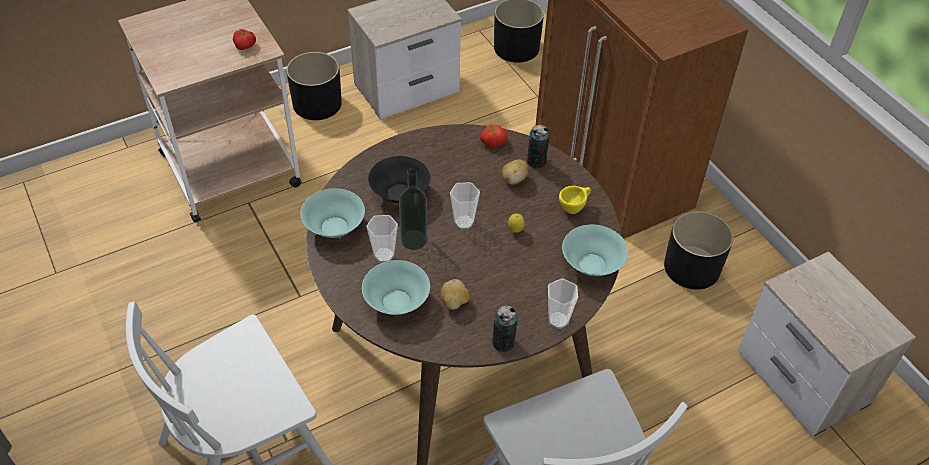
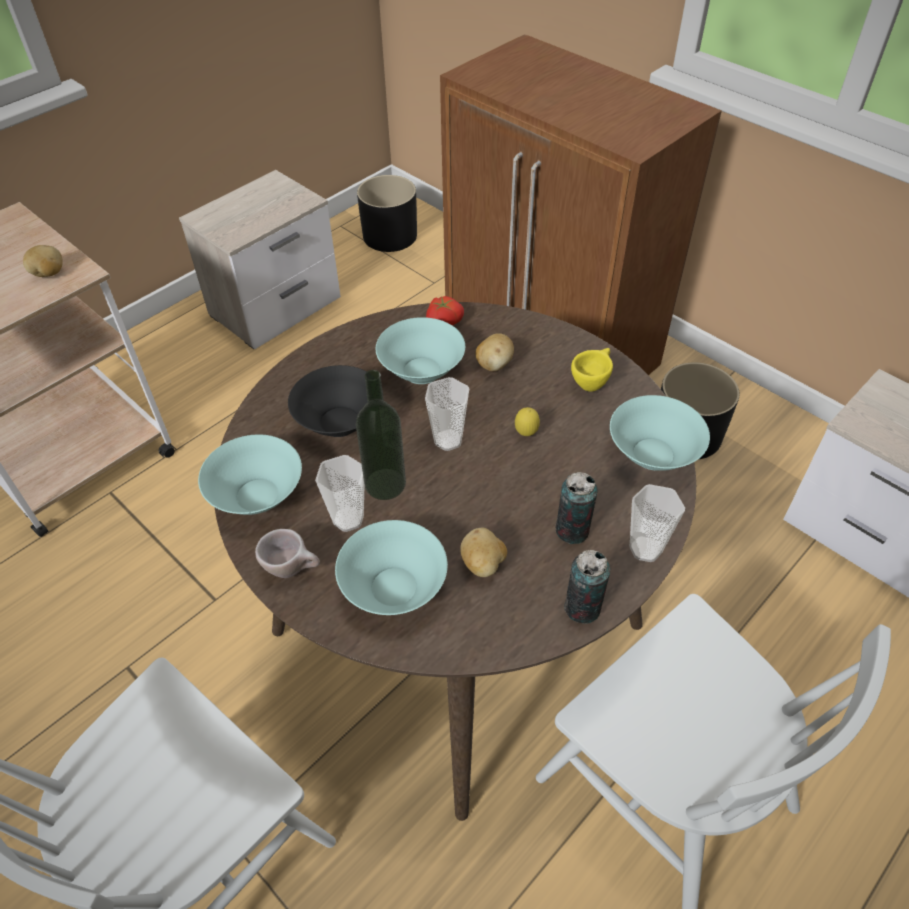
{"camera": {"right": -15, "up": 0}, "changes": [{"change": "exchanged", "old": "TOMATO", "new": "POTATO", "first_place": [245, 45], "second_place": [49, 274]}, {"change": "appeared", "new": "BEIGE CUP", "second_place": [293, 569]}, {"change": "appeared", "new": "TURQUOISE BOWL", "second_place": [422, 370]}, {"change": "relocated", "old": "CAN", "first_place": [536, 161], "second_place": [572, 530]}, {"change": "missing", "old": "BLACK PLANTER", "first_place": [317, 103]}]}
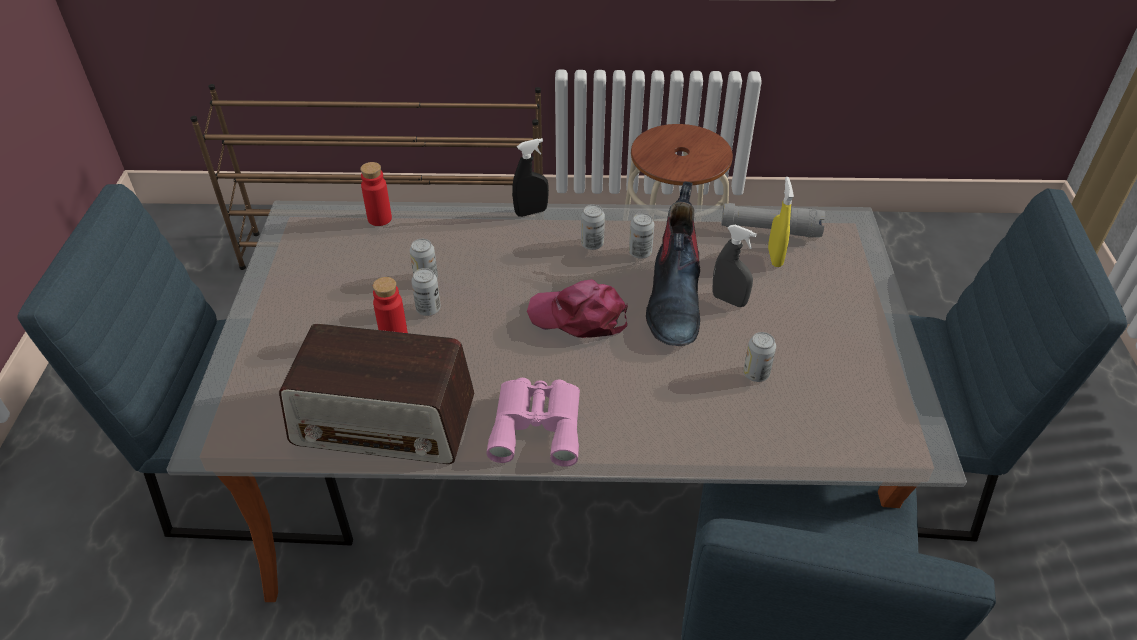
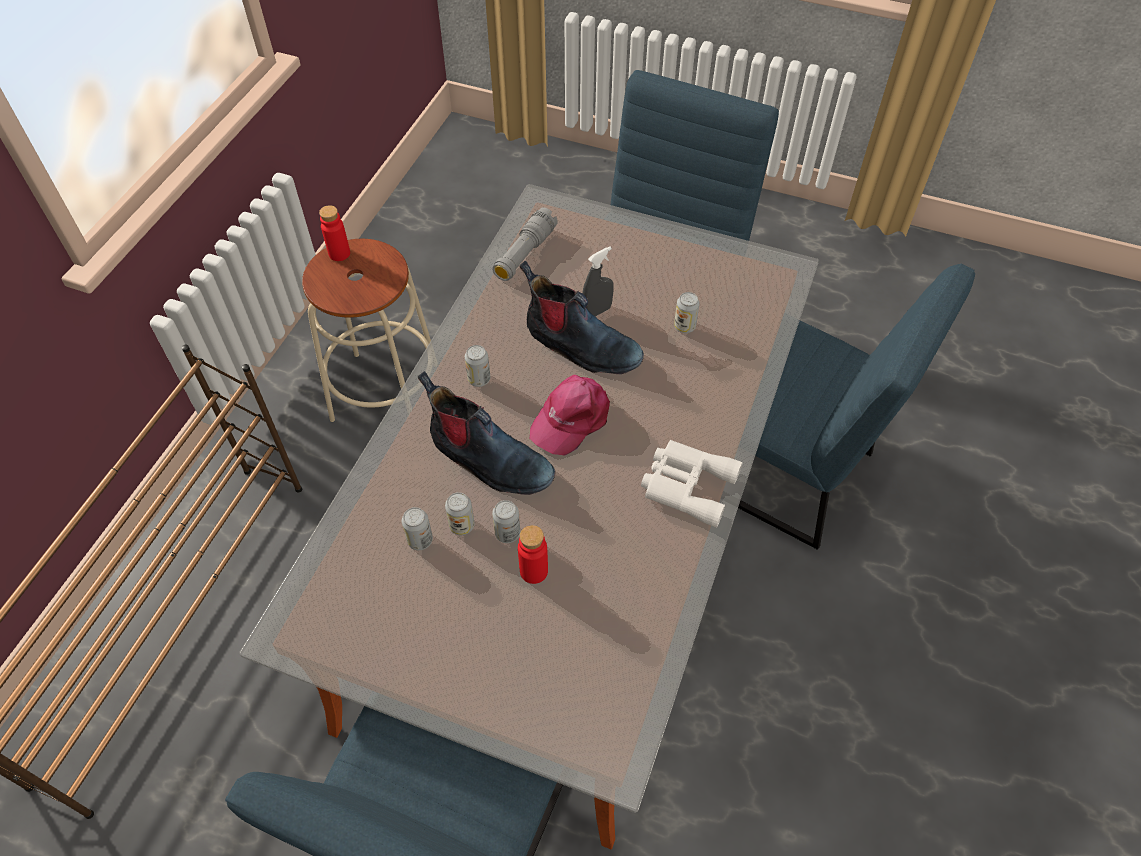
{"camera": {"right": -70, "up": 10}, "changes": [{"change": "relocated", "old": "RED BOTTLE", "first_place": [379, 218], "second_place": [339, 253]}, {"change": "relocated", "old": "CAN", "first_place": [640, 253], "second_place": [420, 540]}, {"change": "appeared", "new": "BOOT", "second_place": [488, 460]}, {"change": "colour", "old": "PINK BINOCULARS", "new": "WHITE BINOCULARS", "first_place": [537, 424], "second_place": [686, 484]}, {"change": "missing", "old": "RADIO", "first_place": [385, 421]}, {"change": "missing", "old": "BLACK SPRAY BOTTLE", "first_place": [531, 212]}, {"change": "missing", "old": "YELLOW SPRAY BOTTLE", "first_place": [775, 257]}]}
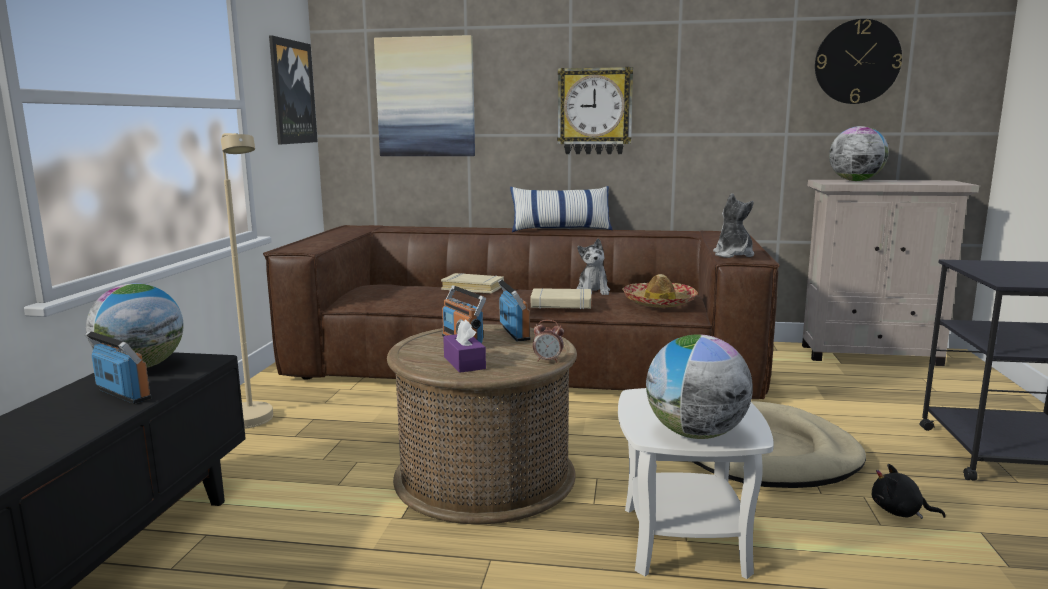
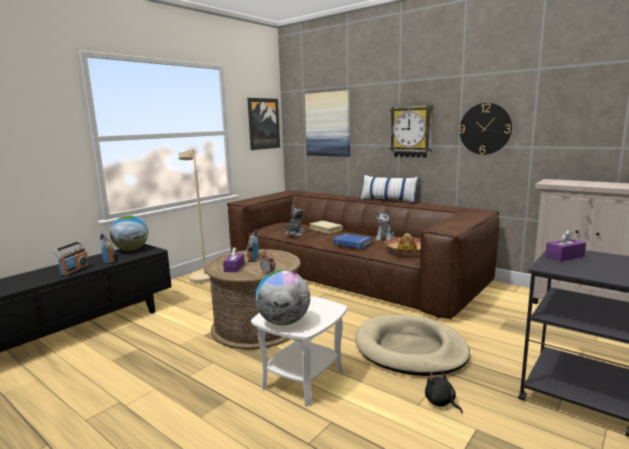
{"camera": {"right": 30, "up": 0}, "changes": [{"change": "relocated", "old": "RADIO", "first_place": [515, 333], "second_place": [74, 271]}, {"change": "relocated", "old": "PLUSH TOY", "first_place": [733, 255], "second_place": [294, 234]}, {"change": "colour", "old": "BEIGE BOOK", "new": "BLUE BOOK", "first_place": [561, 304], "second_place": [352, 244]}, {"change": "relocated", "old": "WALL CLOCK", "first_place": [857, 62], "second_place": [485, 129]}, {"change": "appeared", "new": "PURPLE TISSUE BOX", "second_place": [564, 256]}, {"change": "missing", "old": "GLOBE", "first_place": [855, 181]}]}
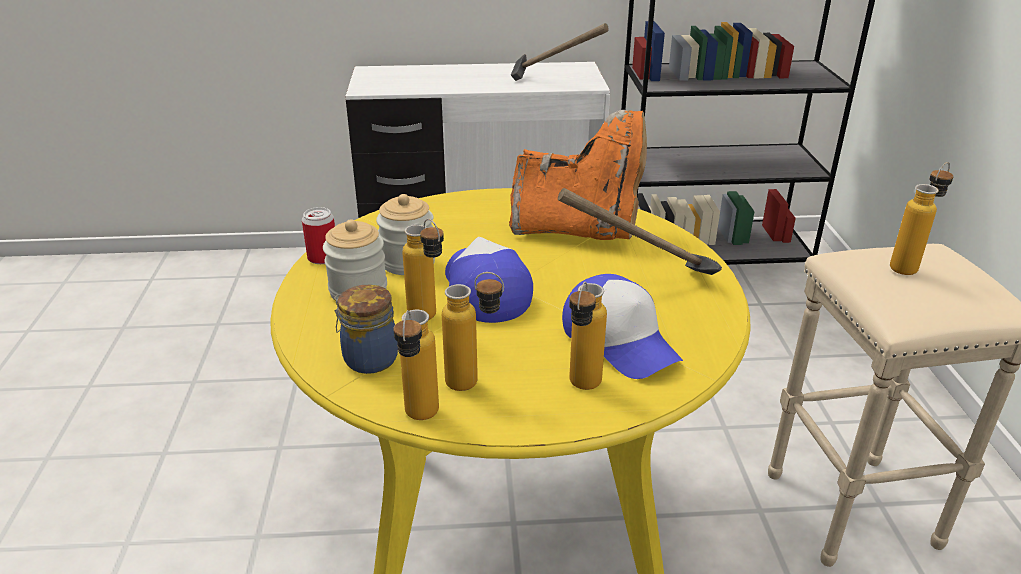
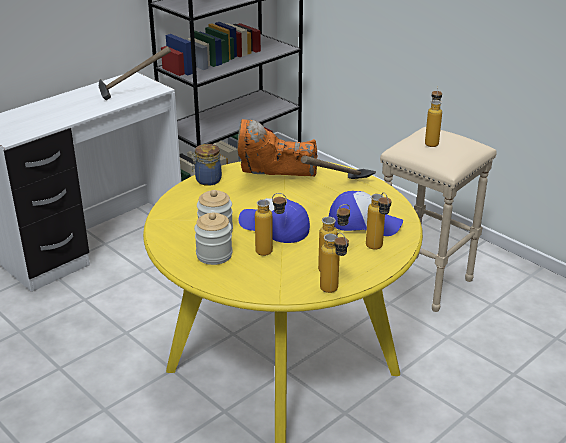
{"camera": {"right": -40, "up": 0}, "changes": [{"change": "relocated", "old": "JAR", "first_place": [368, 358], "second_place": [207, 180]}, {"change": "spun", "old": "ORANGE BOOT", "first_place": [580, 231], "second_place": [275, 180], "degrees": -150}, {"change": "missing", "old": "CAN", "first_place": [323, 258]}]}
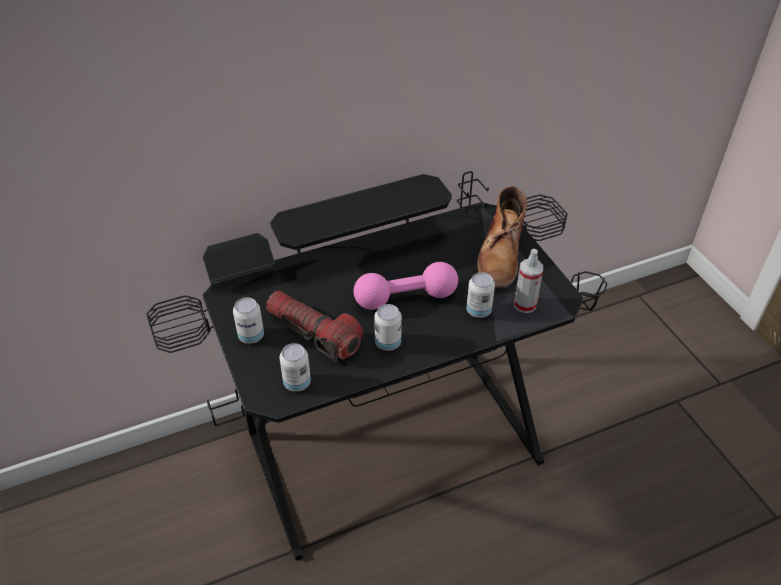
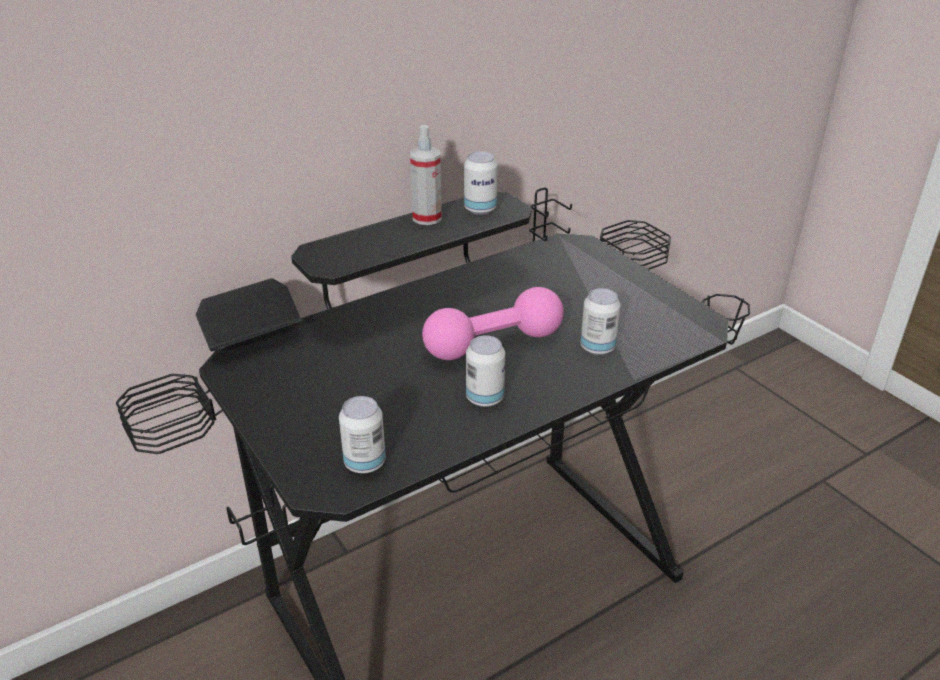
{"camera": {"right": -10, "up": -10}, "changes": [{"change": "relocated", "old": "SPRAY BOTTLE", "first_place": [525, 305], "second_place": [427, 218]}, {"change": "relocated", "old": "CAN", "first_place": [251, 336], "second_place": [480, 209]}, {"change": "missing", "old": "FLASHLIGHT", "first_place": [314, 333]}, {"change": "missing", "old": "BROWN BOOT", "first_place": [501, 254]}]}
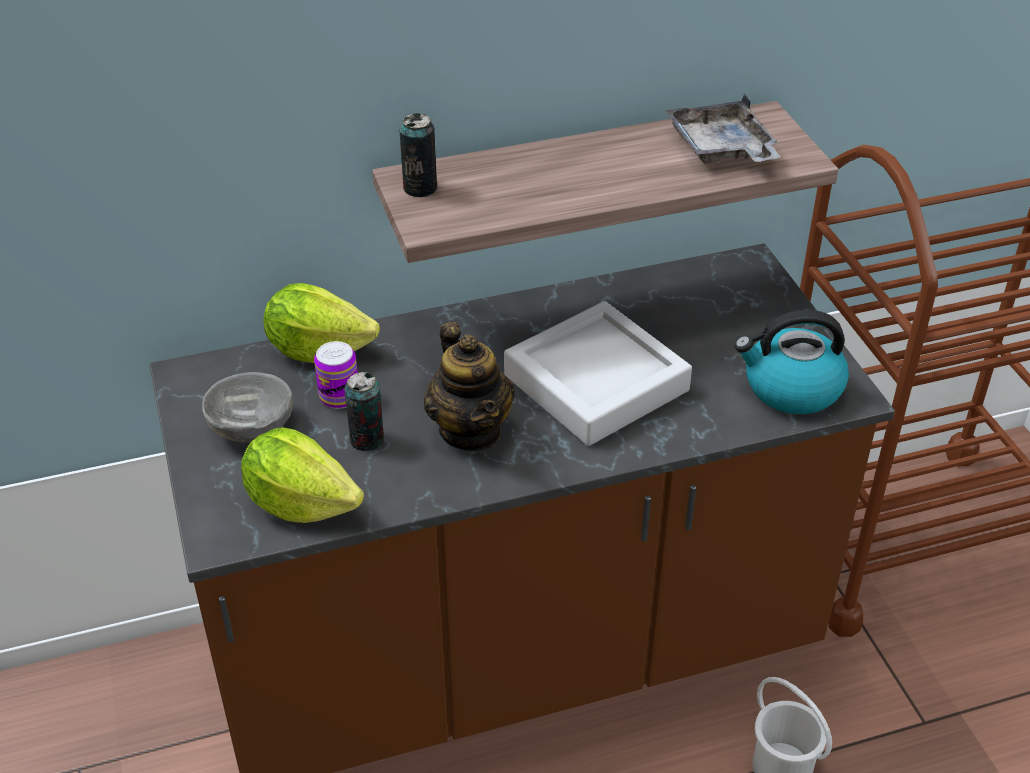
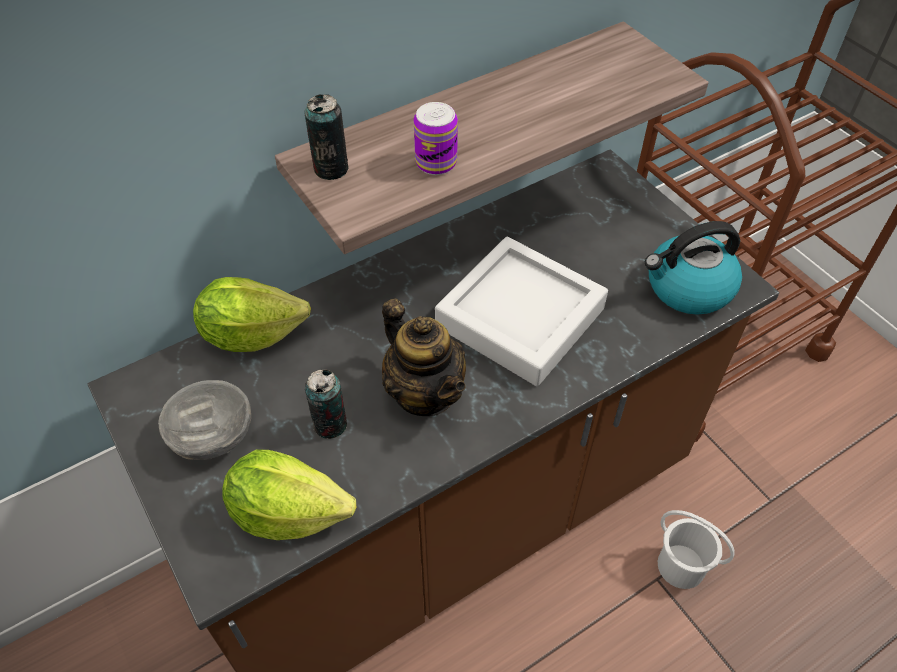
{"camera": {"right": -15, "up": 10}, "changes": [{"change": "relocated", "old": "CAN", "first_place": [339, 397], "second_place": [436, 163]}, {"change": "missing", "old": "GREY TRAY", "first_place": [721, 149]}]}
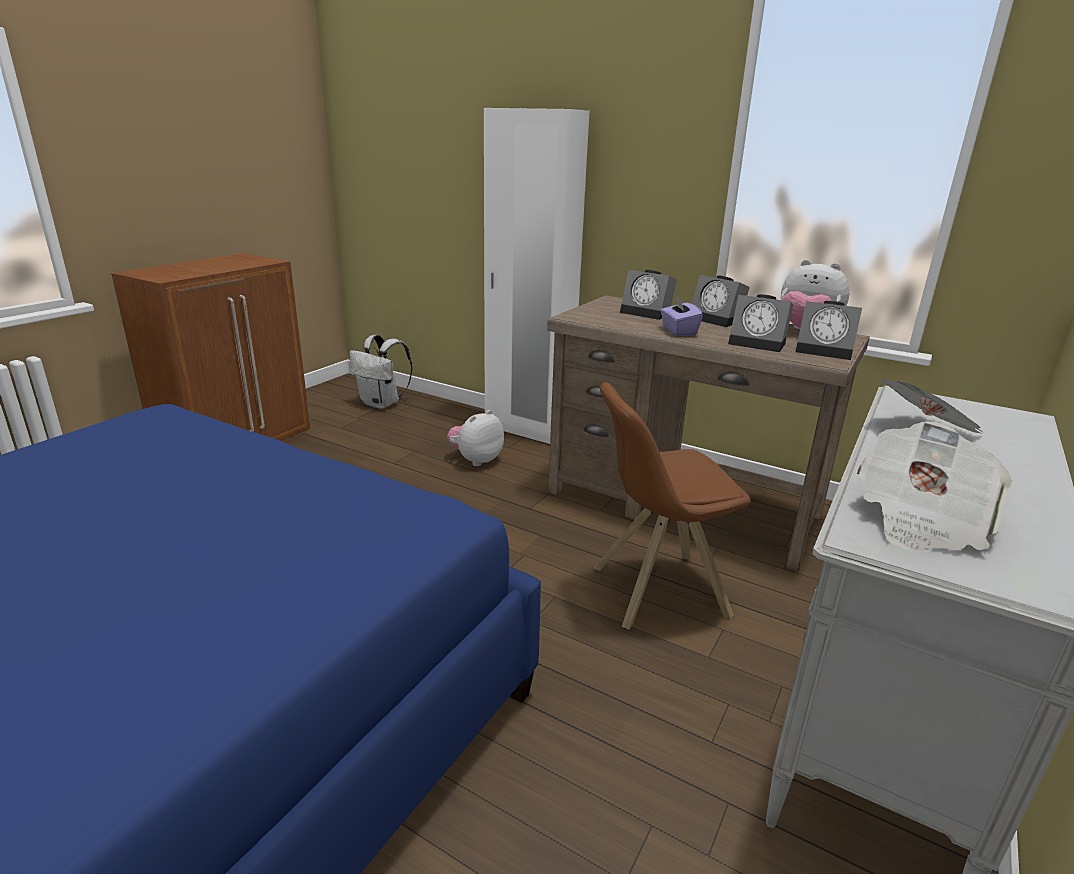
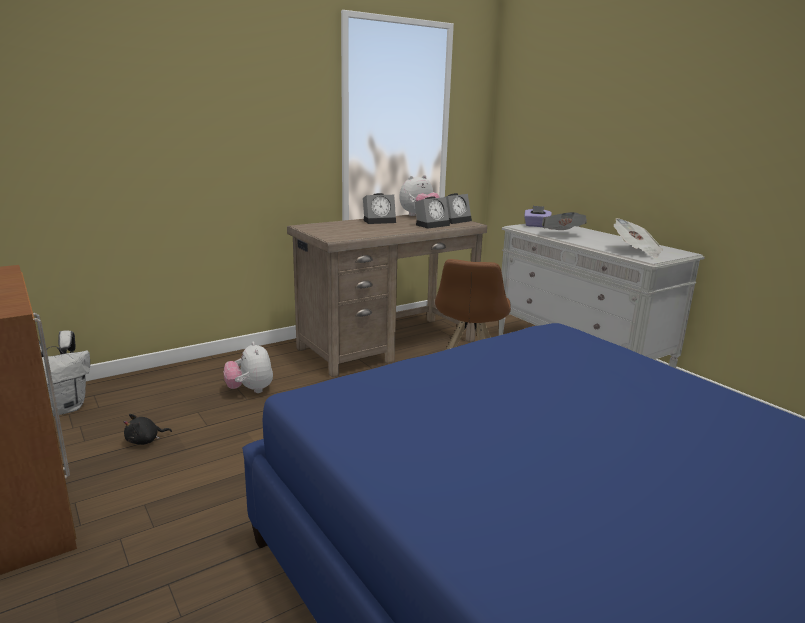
{"camera": {"right": -65, "up": -5}, "changes": [{"change": "appeared", "new": "BLACK PLUSH TOY", "second_place": [145, 441]}, {"change": "relocated", "old": "PURPLE TISSUE BOX", "first_place": [678, 331], "second_place": [536, 225]}, {"change": "missing", "old": "WHITE WARDROBE", "first_place": [527, 430]}, {"change": "missing", "old": "ALARM CLOCK", "first_place": [648, 313]}]}
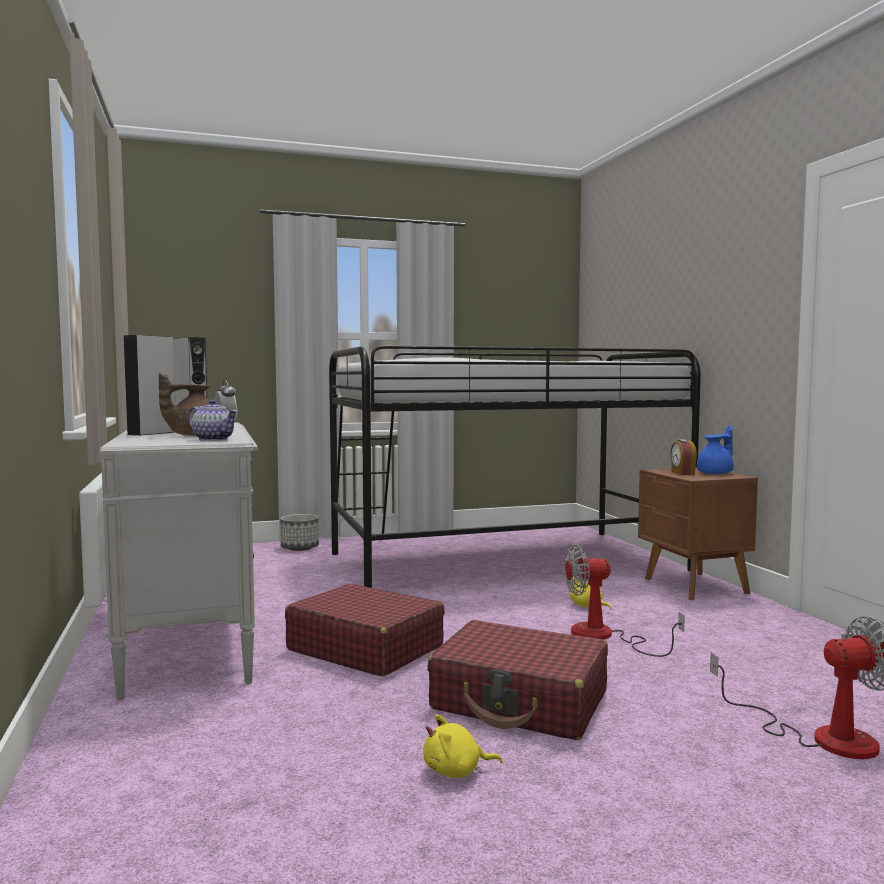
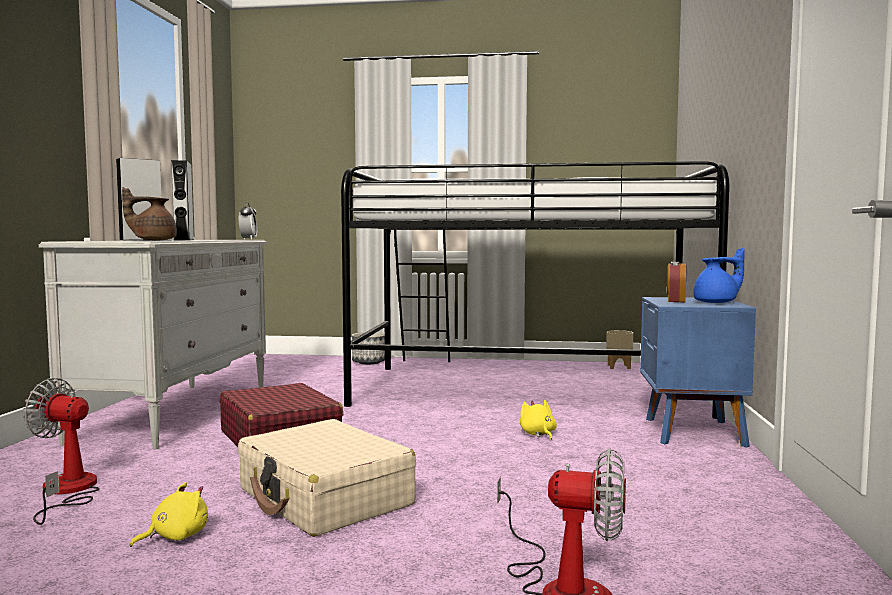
{"camera": {"right": 25, "up": 0}, "changes": [{"change": "relocated", "old": "FAN", "first_place": [605, 637], "second_place": [67, 492]}, {"change": "spun", "old": "YELLOW PLUSH TOY", "first_place": [456, 771], "second_place": [175, 537], "degrees": 120}, {"change": "colour", "old": "RED SUITCASE", "new": "BEIGE SUITCASE", "first_place": [520, 701], "second_place": [325, 498]}, {"change": "appeared", "new": "BEIGE PLANTER", "second_place": [618, 367]}, {"change": "colour", "old": "BROWN NIGHTSTAND", "new": "BLUE NIGHTSTAND", "first_place": [695, 586], "second_place": [692, 432]}, {"change": "missing", "old": "TEAPOT", "first_place": [214, 439]}]}
